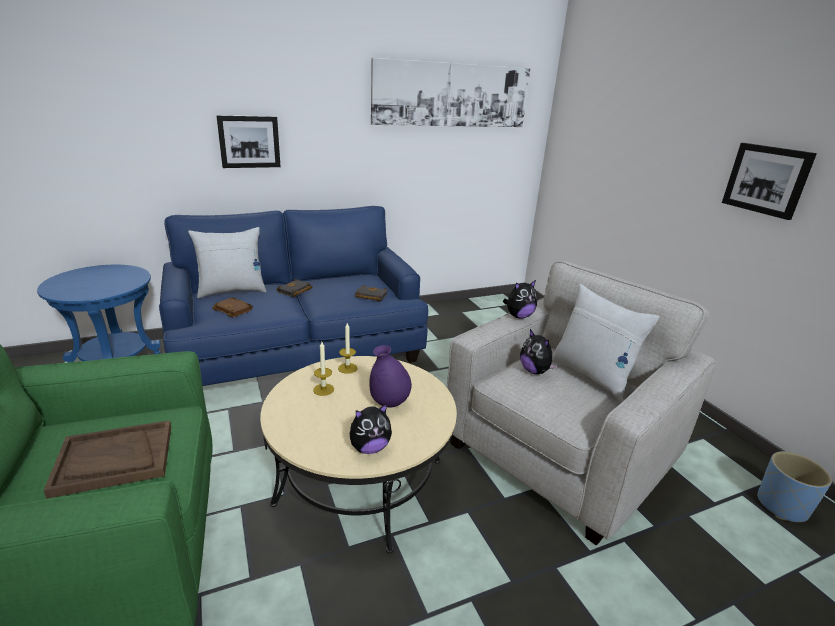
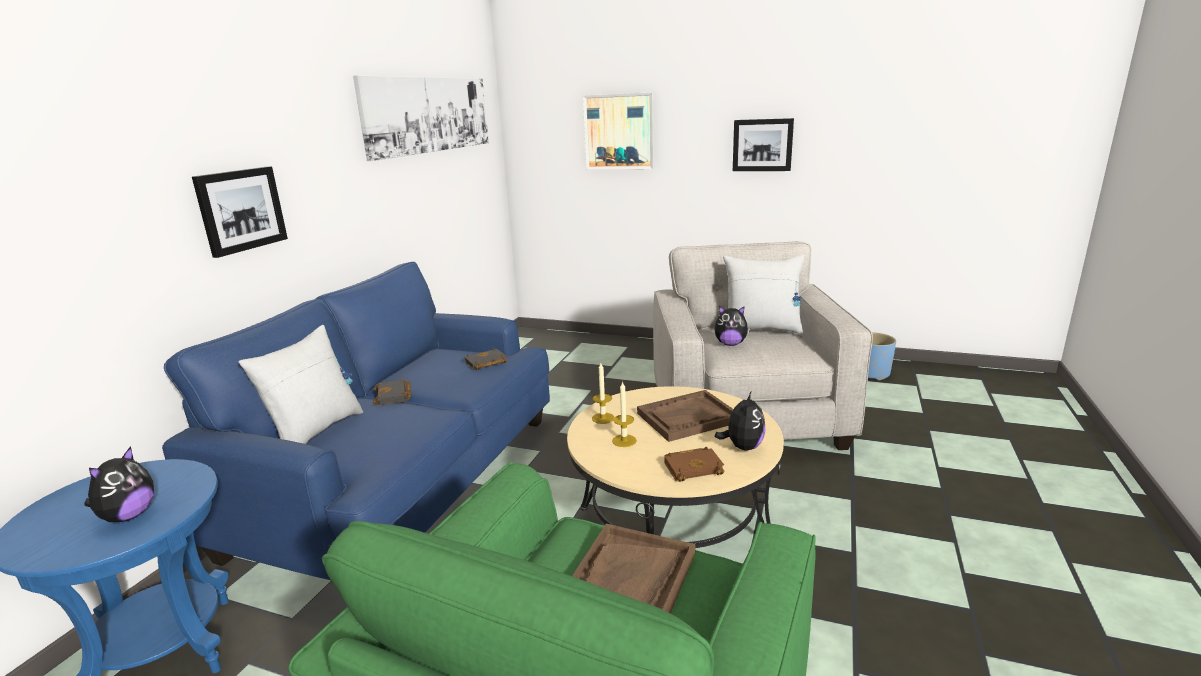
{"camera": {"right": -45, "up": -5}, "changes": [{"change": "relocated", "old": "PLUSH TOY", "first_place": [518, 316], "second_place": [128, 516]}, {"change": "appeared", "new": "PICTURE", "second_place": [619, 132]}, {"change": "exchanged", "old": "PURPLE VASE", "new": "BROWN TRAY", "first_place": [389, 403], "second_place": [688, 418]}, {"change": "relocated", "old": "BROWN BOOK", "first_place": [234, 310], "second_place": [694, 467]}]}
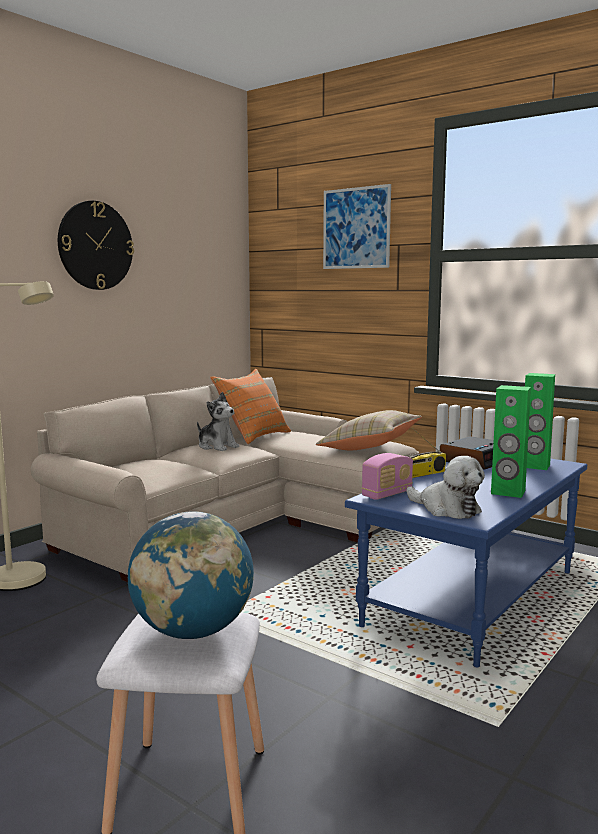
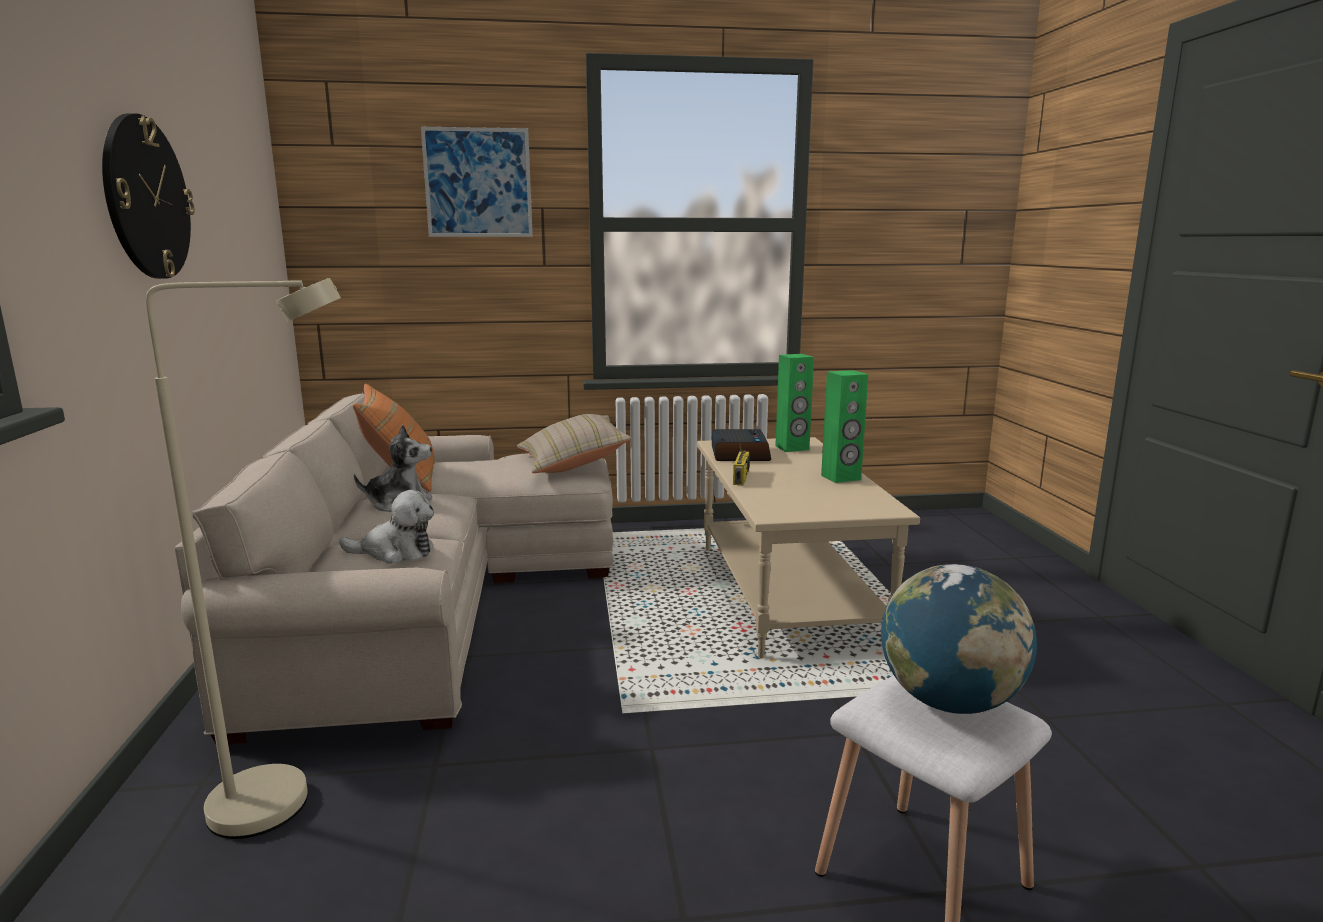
{"camera": {"right": -45, "up": 5}, "changes": [{"change": "relocated", "old": "PLUSH TOY", "first_place": [446, 509], "second_place": [395, 552]}, {"change": "colour", "old": "BLUE COFFEE TABLE", "new": "BEIGE COFFEE TABLE", "first_place": [471, 597], "second_place": [783, 593]}, {"change": "missing", "old": "RADIO", "first_place": [387, 494]}]}
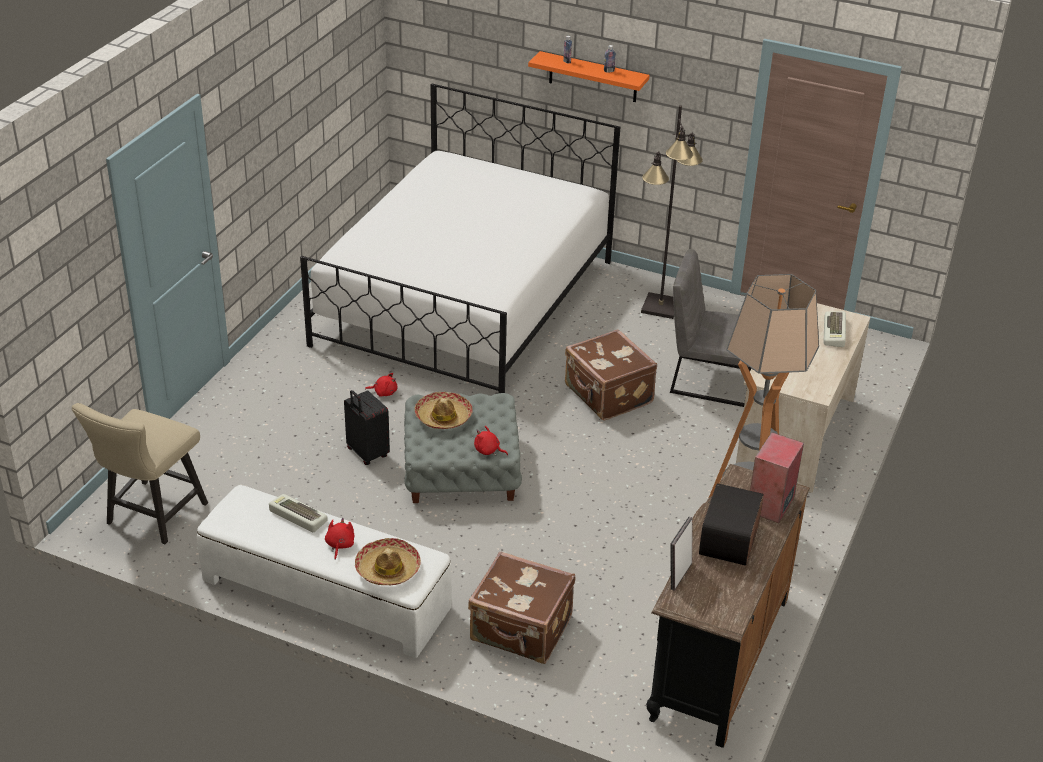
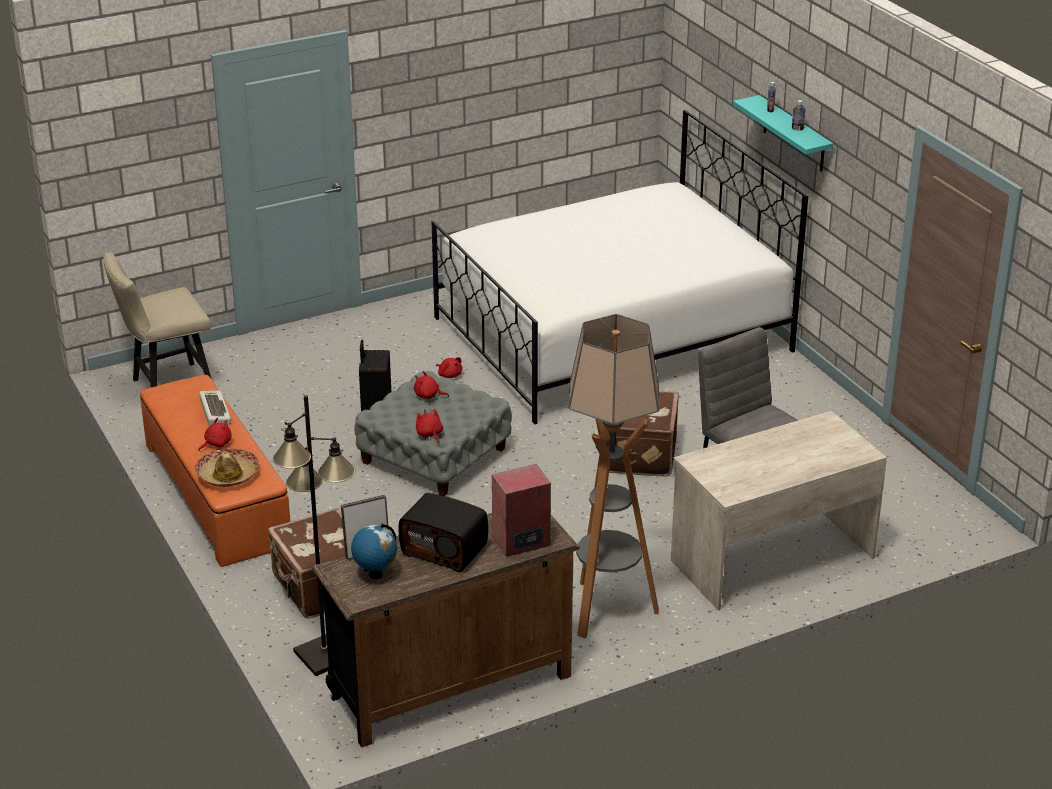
{"camera": {"right": 40, "up": -5}, "changes": [{"change": "colour", "old": "WHITE BENCH", "new": "ORANGE BENCH", "first_place": [324, 594], "second_place": [215, 494]}, {"change": "relocated", "old": "BLACK FLOOR LAMP", "first_place": [660, 307], "second_place": [323, 655]}, {"change": "appeared", "new": "GLOBE", "second_place": [375, 574]}, {"change": "spun", "old": "RADIO", "first_place": [730, 541], "second_place": [445, 549], "degrees": -120}, {"change": "exchanged", "old": "HAT", "new": "RED PLUSH TOY", "first_place": [443, 417], "second_place": [428, 396]}, {"change": "colour", "old": "ORANGE SHELF", "new": "TURQUOISE SHELF", "first_place": [593, 77], "second_place": [794, 134]}, {"change": "missing", "old": "KEYBOARD", "first_place": [835, 332]}]}
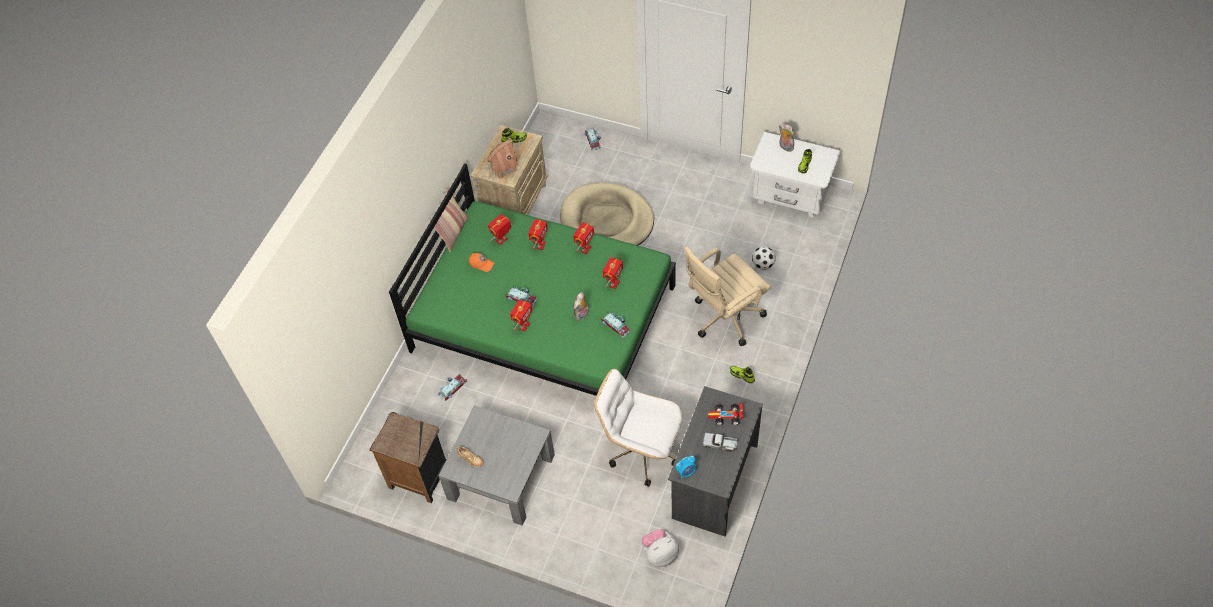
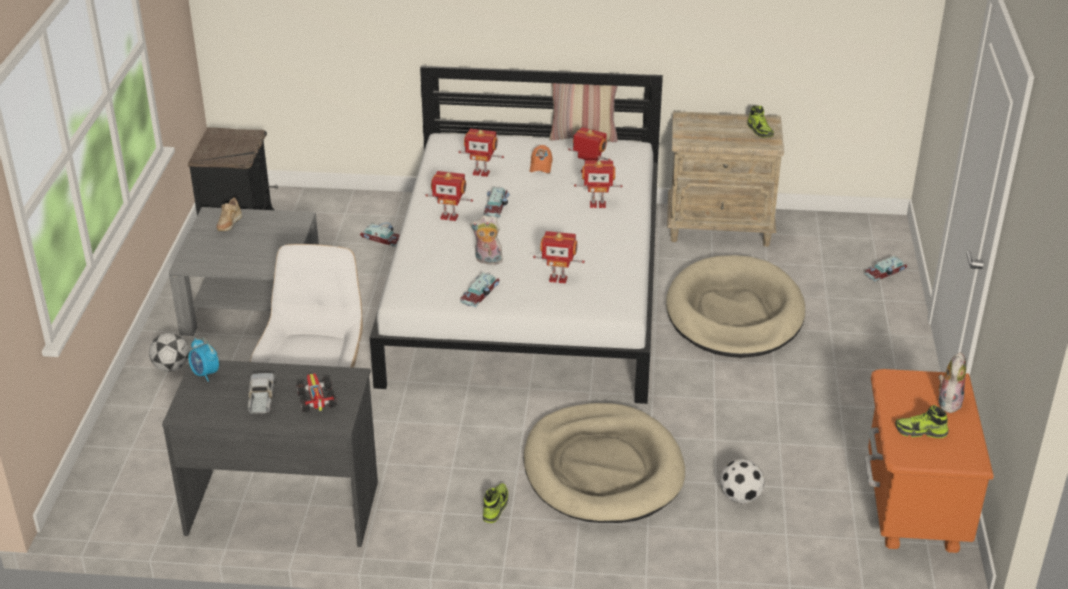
{"camera": {"right": 70, "up": -20}, "changes": [{"change": "appeared", "new": "FOOTBALL", "second_place": [171, 367]}, {"change": "colour", "old": "GREEN BED", "new": "WHITE BED", "first_place": [543, 317], "second_place": [528, 289]}, {"change": "relocated", "old": "TOY ROBOT", "first_place": [585, 249], "second_place": [481, 172]}, {"change": "exchanged", "old": "BEIGE OFFICE CHAIR", "new": "BEIGE DOG BED", "first_place": [724, 319], "second_place": [602, 469]}, {"change": "colour", "old": "WHITE NIGHTSTAND", "new": "ORANGE NIGHTSTAND", "first_place": [790, 199], "second_place": [910, 509]}, {"change": "missing", "old": "TOY HOUSE", "first_place": [503, 168]}, {"change": "missing", "old": "PLUSH TOY", "first_place": [660, 554]}]}
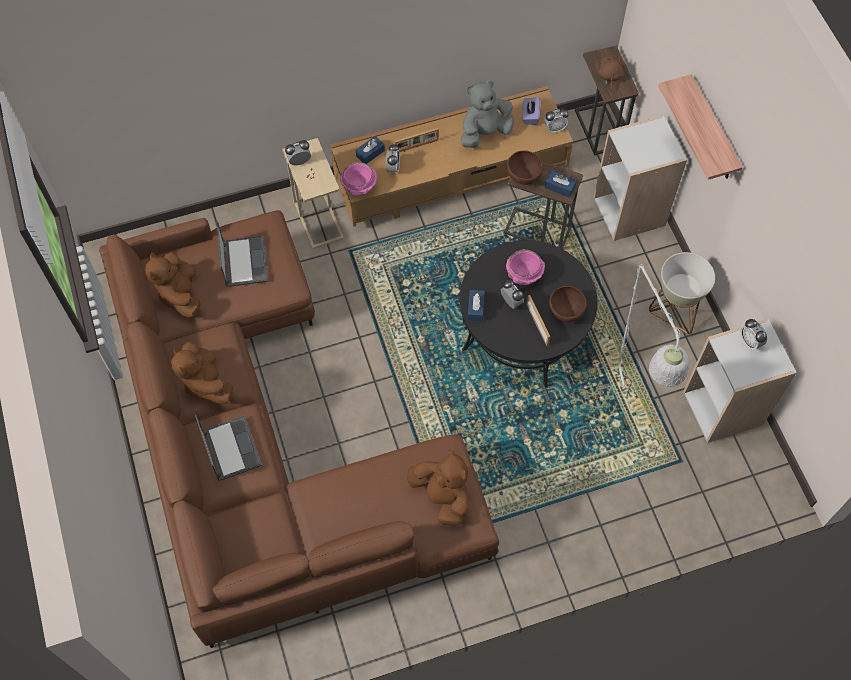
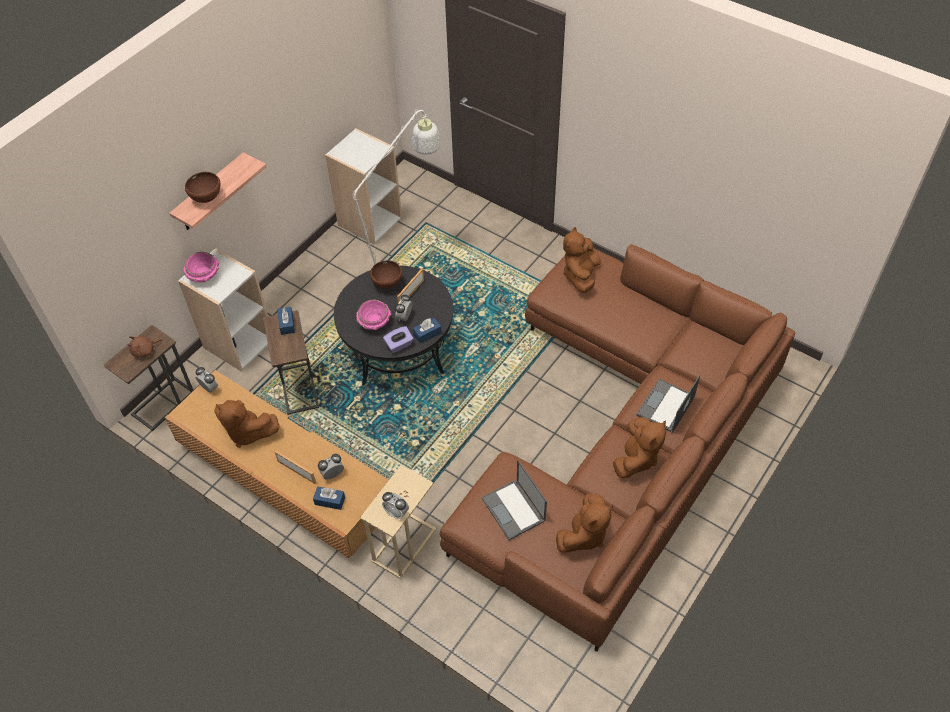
{"camera": {"right": -125, "up": -10}, "changes": [{"change": "relocated", "old": "PINK BOWL", "first_place": [359, 186], "second_place": [204, 275]}, {"change": "relocated", "old": "BROWN BOWL", "first_place": [523, 177], "second_place": [207, 198]}, {"change": "colour", "old": "GREY PLUSH TOY", "new": "BROWN PLUSH TOY", "first_place": [484, 132], "second_place": [247, 432]}, {"change": "relocated", "old": "PURPLE TISSUE BOX", "first_place": [530, 116], "second_place": [399, 345]}, {"change": "spun", "old": "LAPTOP", "first_place": [244, 261], "second_place": [514, 510], "degrees": -75}, {"change": "missing", "old": "PLANTER", "first_place": [674, 311]}, {"change": "missing", "old": "ALARM CLOCK", "first_place": [750, 342]}]}
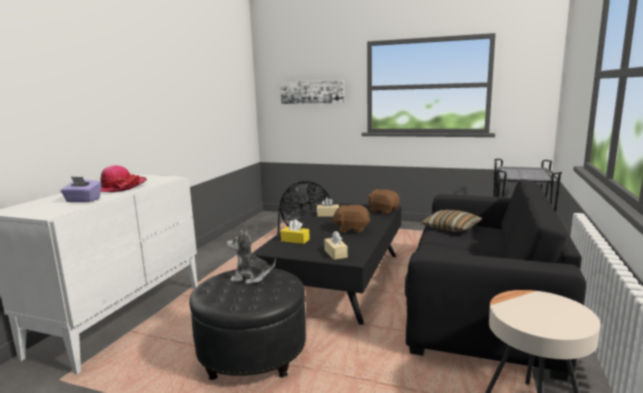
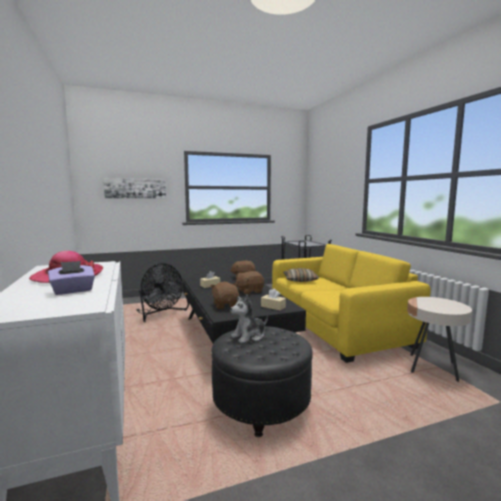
{"camera": {"right": -40, "up": -5}, "changes": [{"change": "exchanged", "old": "YELLOW TISSUE BOX", "new": "BROWN PLUSH TOY", "first_place": [295, 240], "second_place": [225, 305]}, {"change": "colour", "old": "BLACK SOFA", "new": "YELLOW SOFA", "first_place": [480, 305], "second_place": [335, 325]}]}
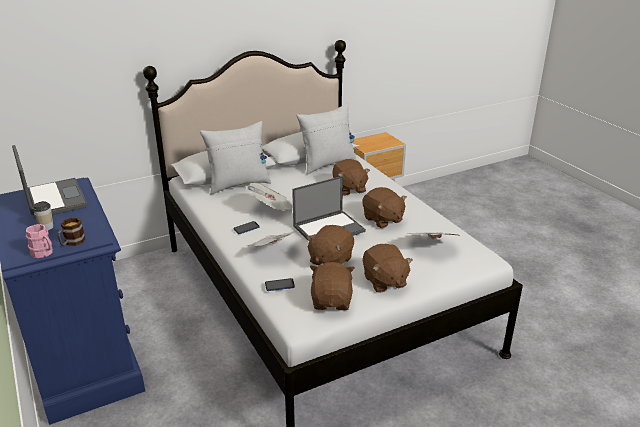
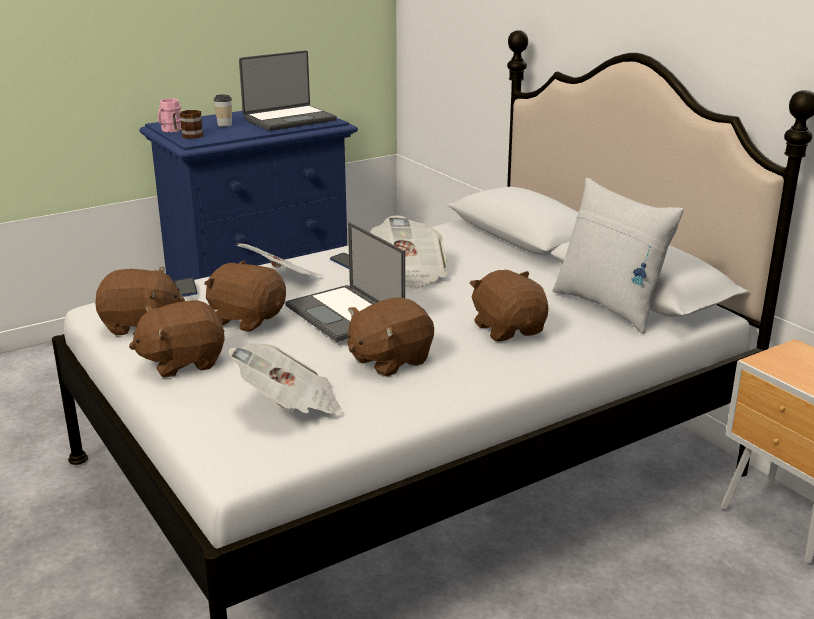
{"camera": {"right": 85, "up": -5}, "changes": [{"change": "spun", "old": "BROWN PLUSH TOY", "first_place": [349, 189], "second_place": [508, 329], "degrees": 90}, {"change": "missing", "old": "GREY PILLOW", "first_place": [238, 185]}]}
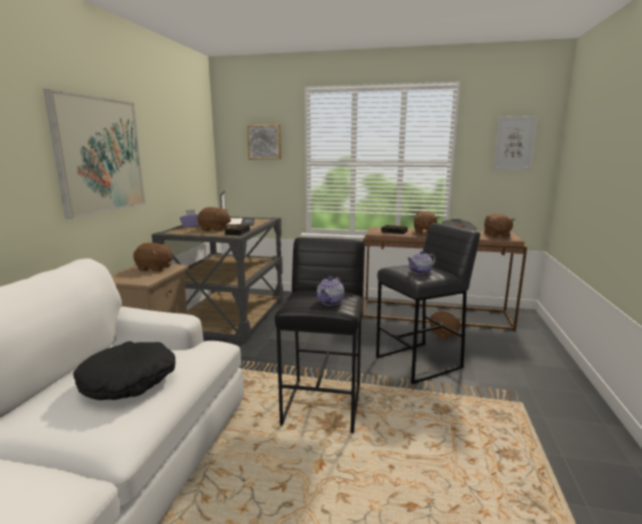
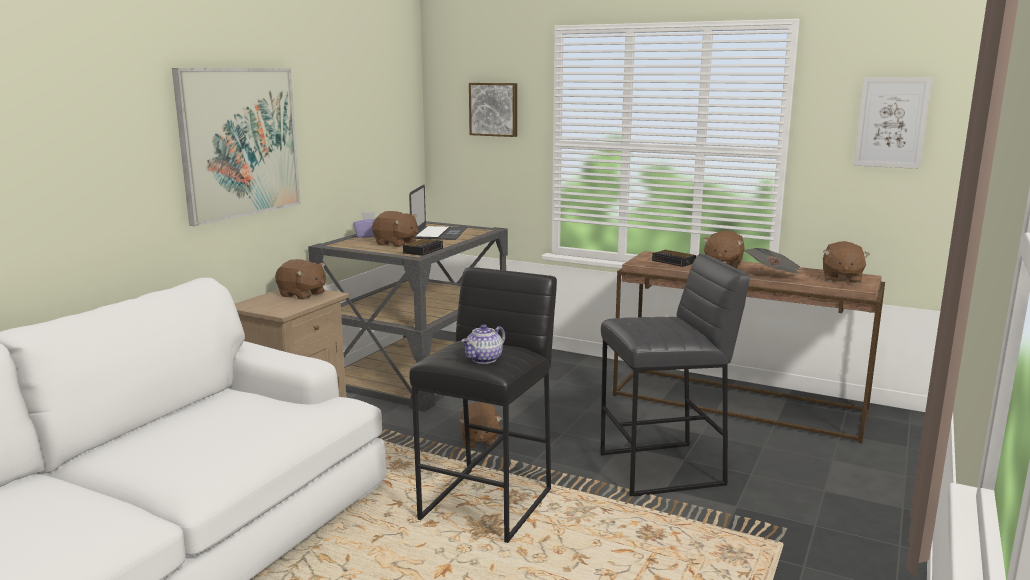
{"camera": {"right": 15, "up": 0}, "changes": [{"change": "relocated", "old": "BROWN PLUSH TOY", "first_place": [443, 334], "second_place": [479, 441]}, {"change": "missing", "old": "BLACK PILLOW", "first_place": [127, 381]}, {"change": "missing", "old": "TEAPOT", "first_place": [421, 271]}]}
